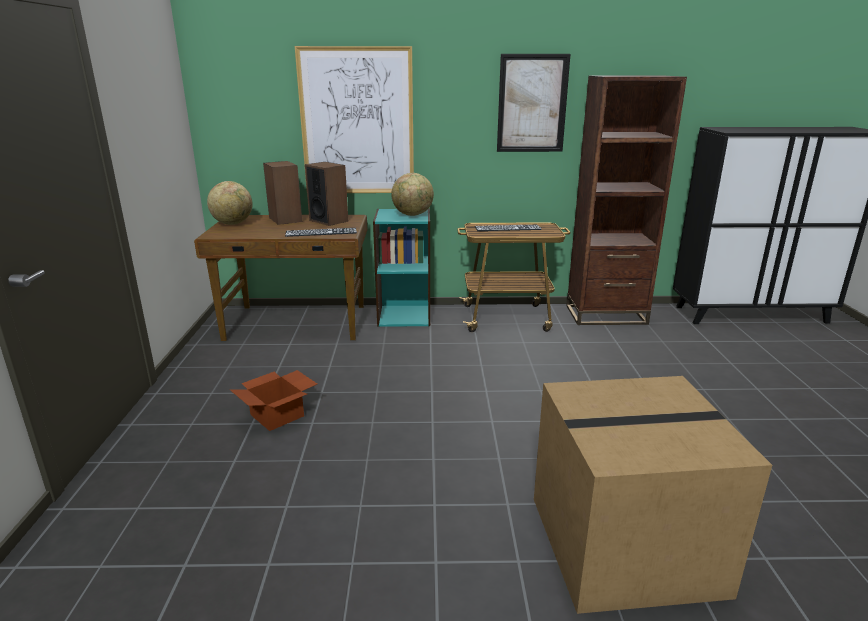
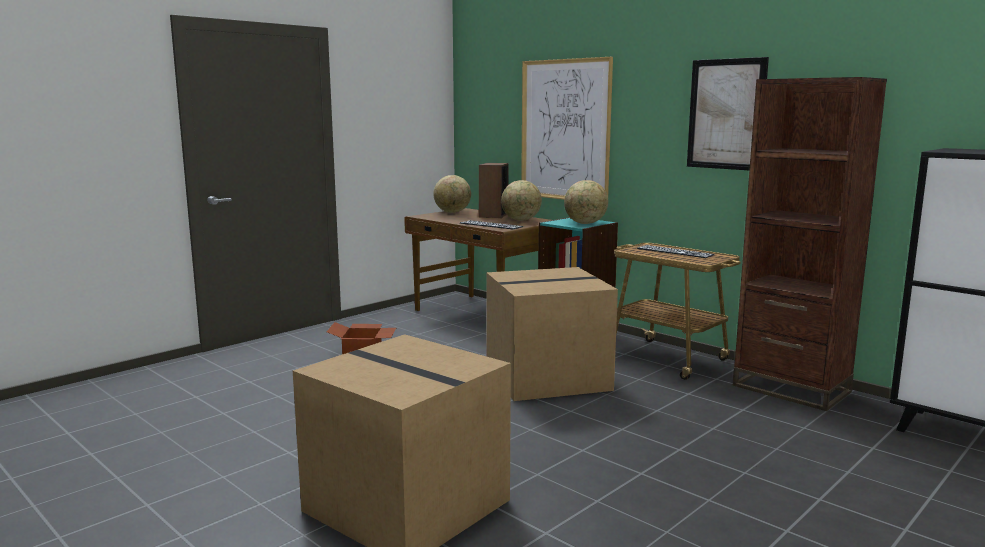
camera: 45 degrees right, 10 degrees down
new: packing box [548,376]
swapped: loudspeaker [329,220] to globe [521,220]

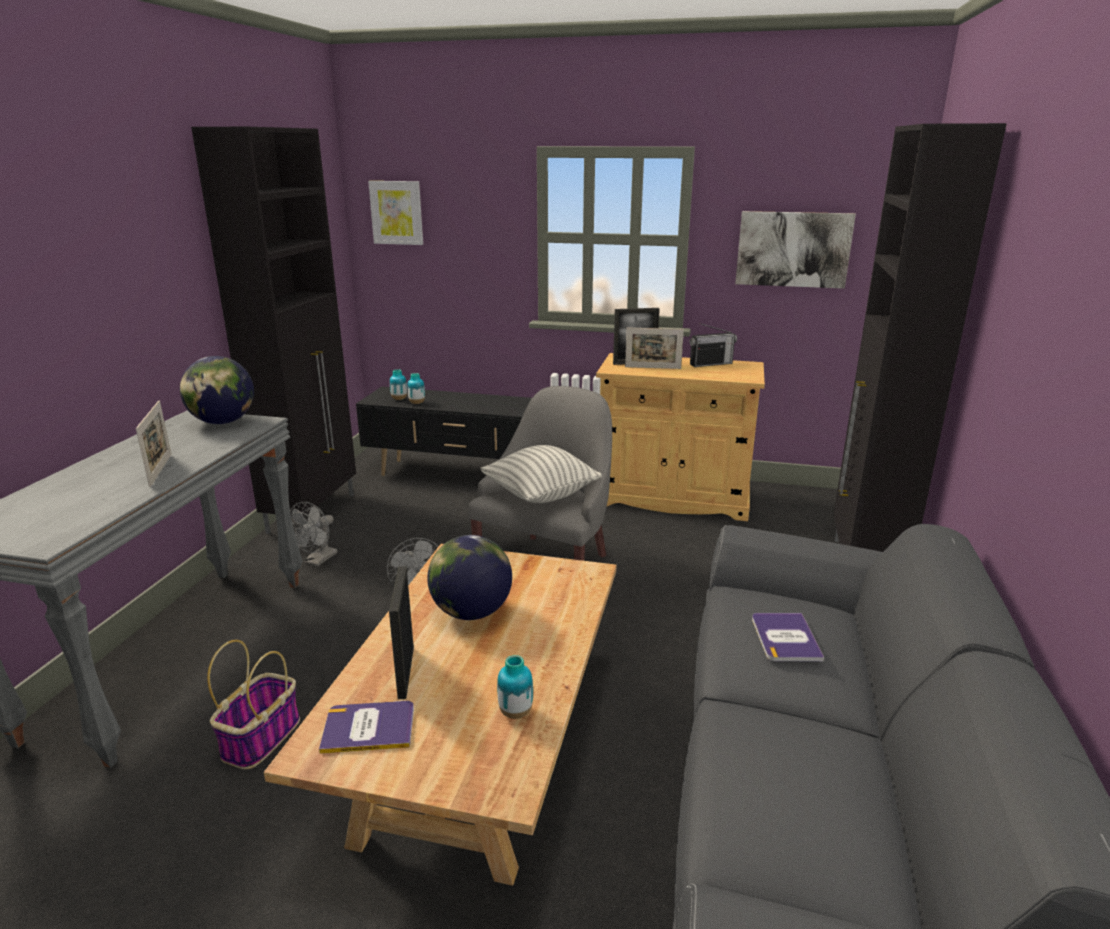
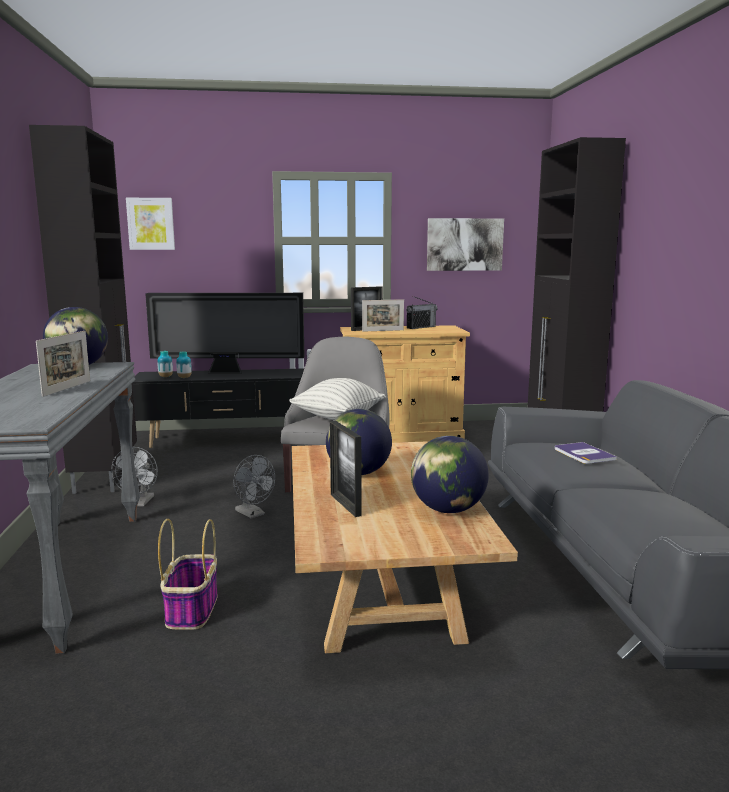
camera: 20 degrees left, 10 degrees down
gone: bound book [369,728]
new: TV set [228,372]
swapped: vase [515,712] to globe [447,510]
rotated: photo frame [160,470] = [67,388] 45 degrees clockwise

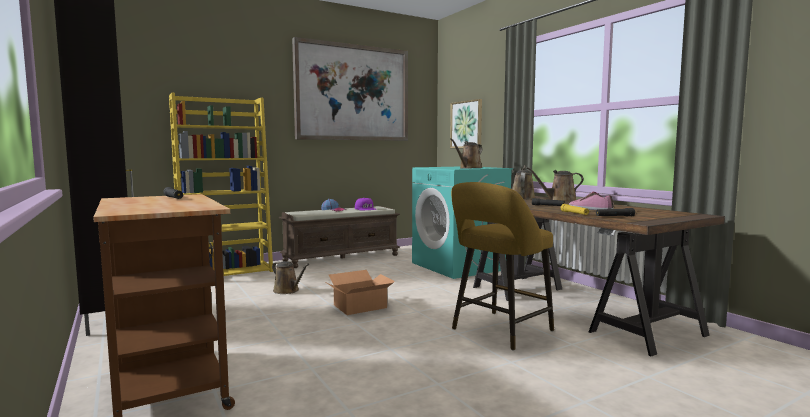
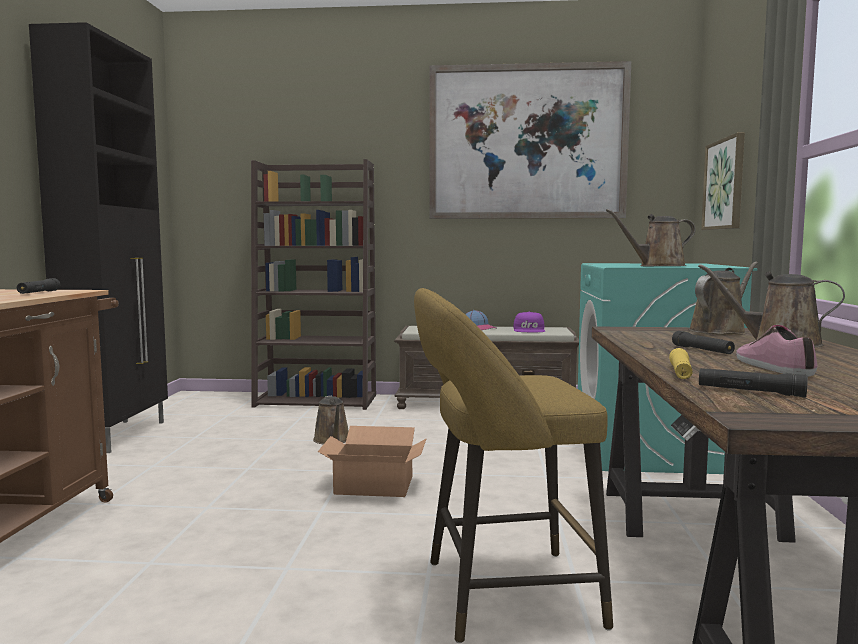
camera: 35 degrees right, 0 degrees up
repainted: yellow-coloured shelving unit [227,272] to brown shelving unit [317,401]

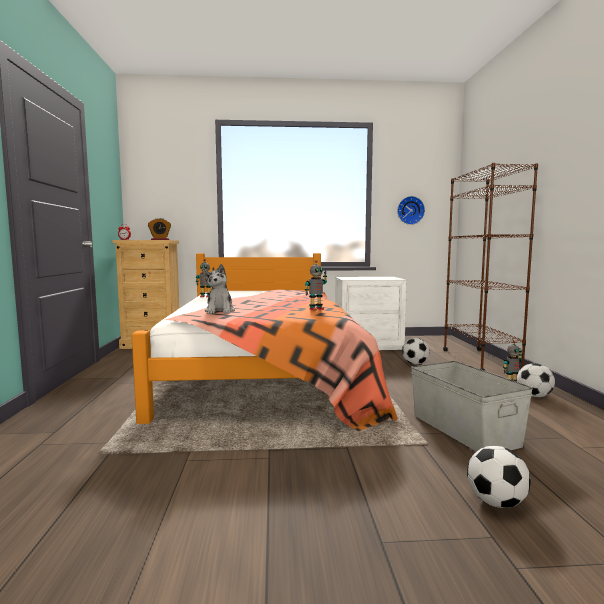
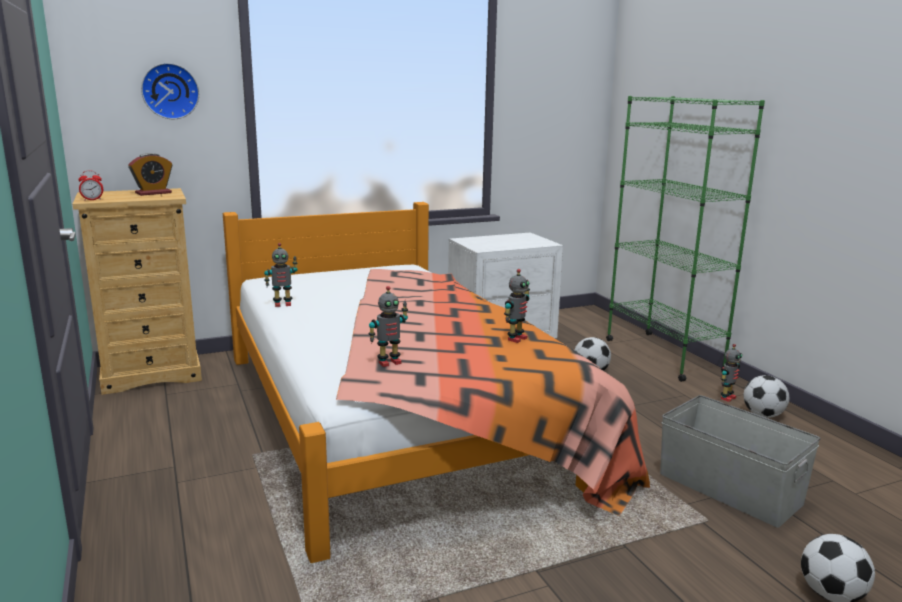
camera: 20 degrees left, 10 degrees up
shifted: clock on the wall [410,210] to [170,91]
swapped: plush toy [220,311] to toy robot [389,362]
repainted: brown shelving unit [480,360] to greenish shelving unit [663,355]

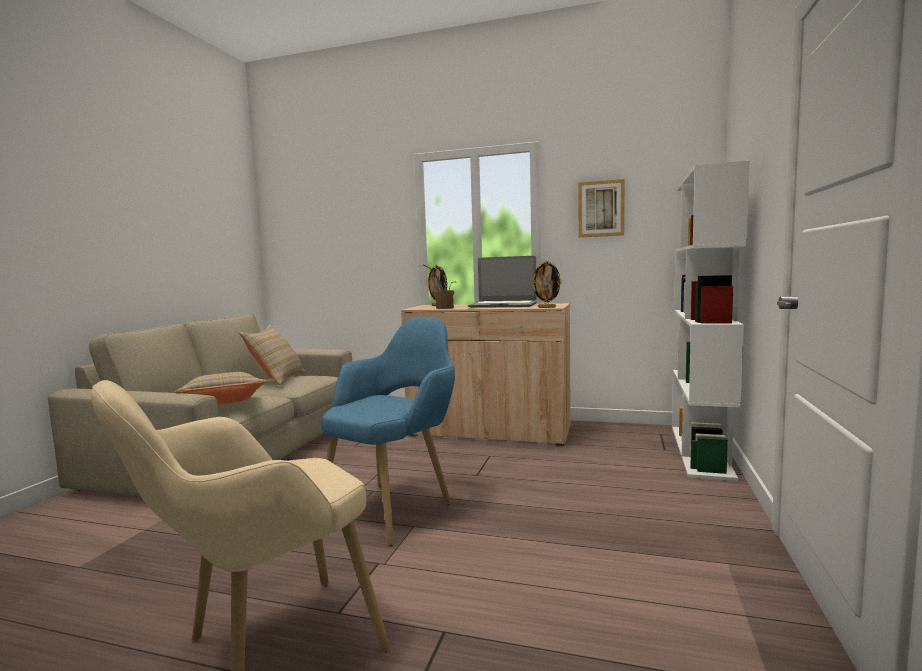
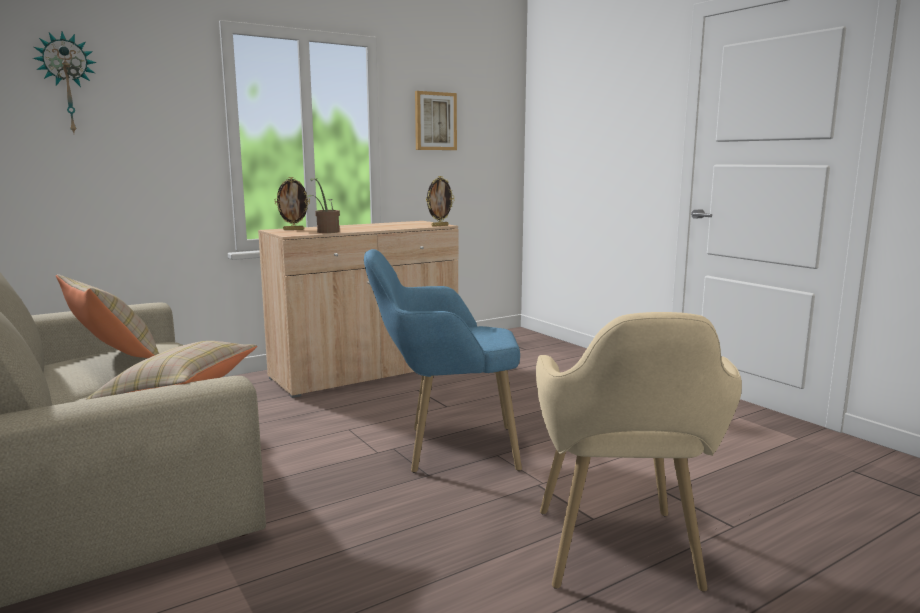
camera: 50 degrees left, 5 degrees up
gone: laptop [503,306]; whitish shelving unit [701,451]
new: clock on the wall [67,84]
rotated: blue easy chair [396,505] = [445,449] 75 degrees counterclockwise

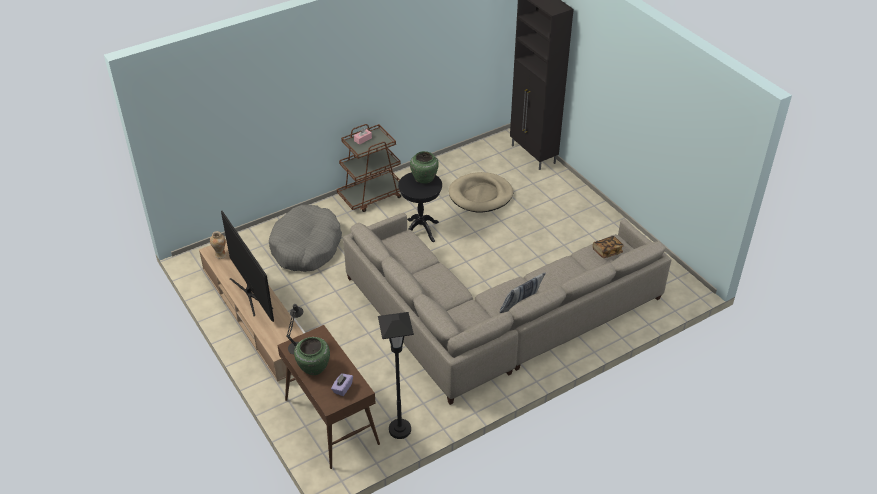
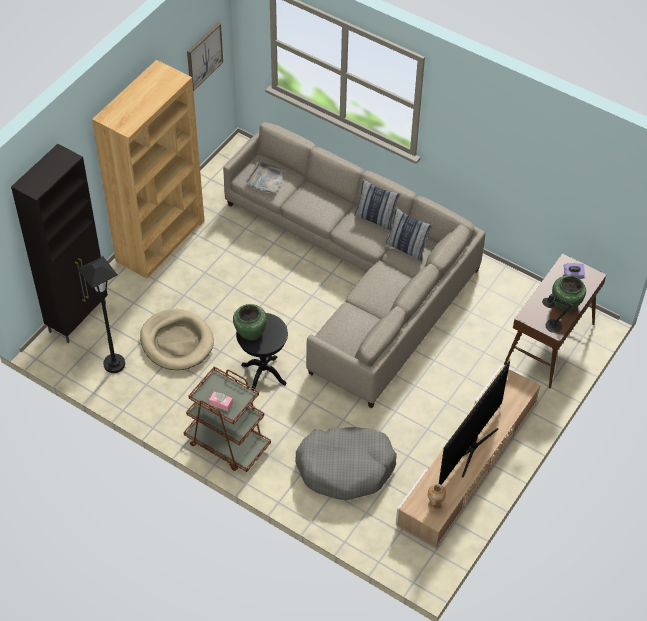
camera: 115 degrees left, 10 degrees up
new: brown shelving unit [160,240]; wall picture [204,56]; throw pillow [406,248]
shifted: blackish floor lamp [400,429] to [114,364]
swapped: bound book [607,251] to grey tray [265,179]

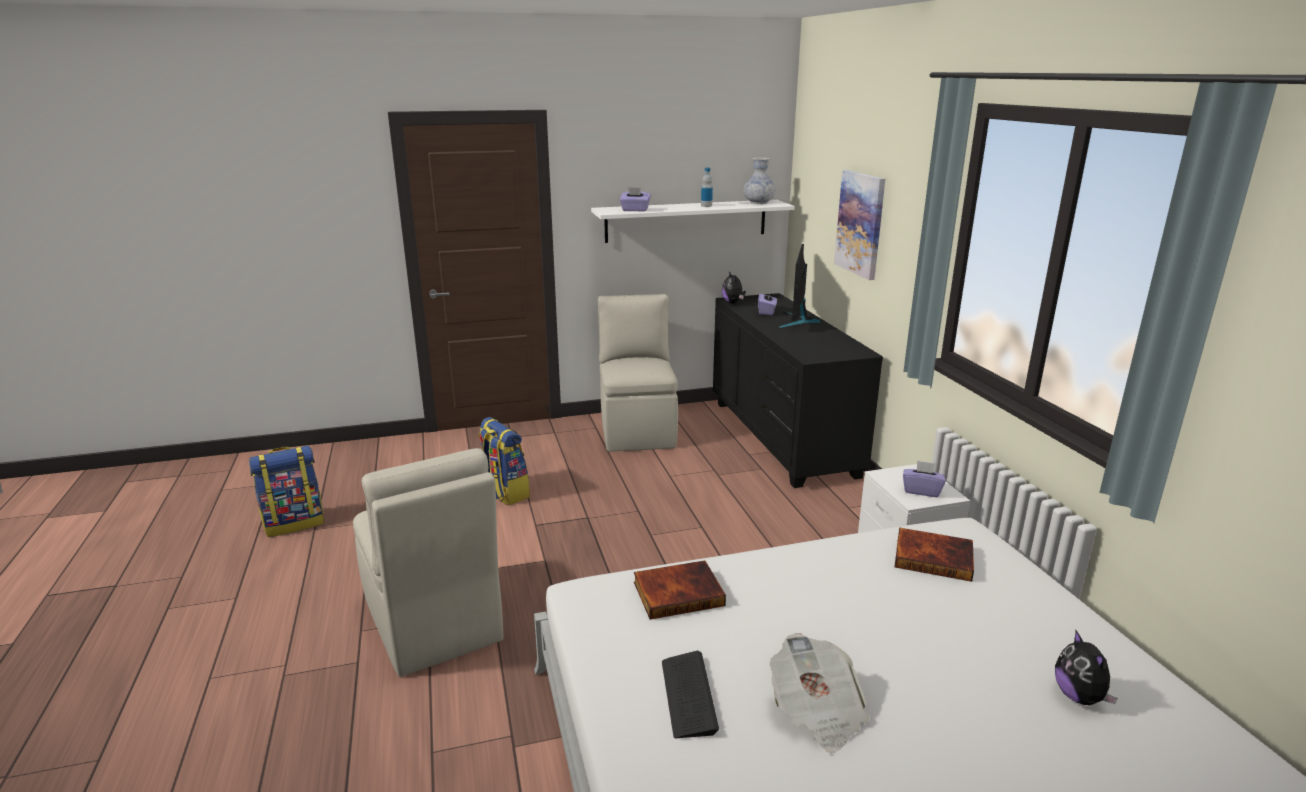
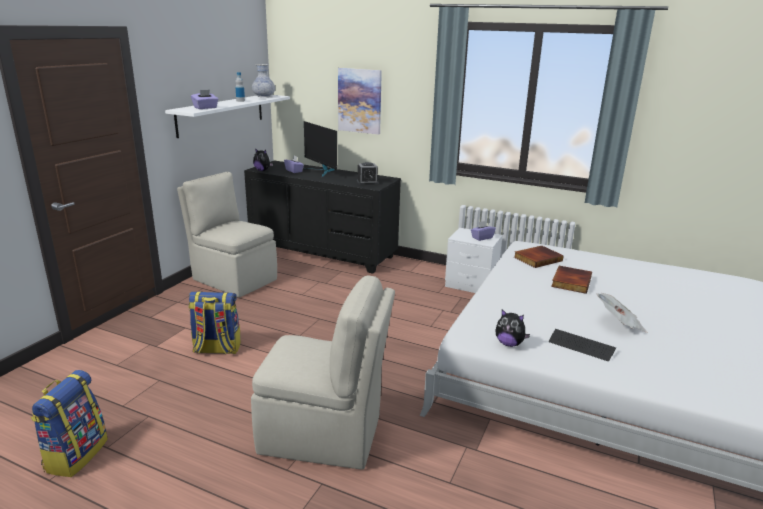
camera: 50 degrees left, 0 degrees up
new: alarm clock [367,182]
shifted: bound book [678,592] to [570,281]; plush toy [1079,697] to [509,344]

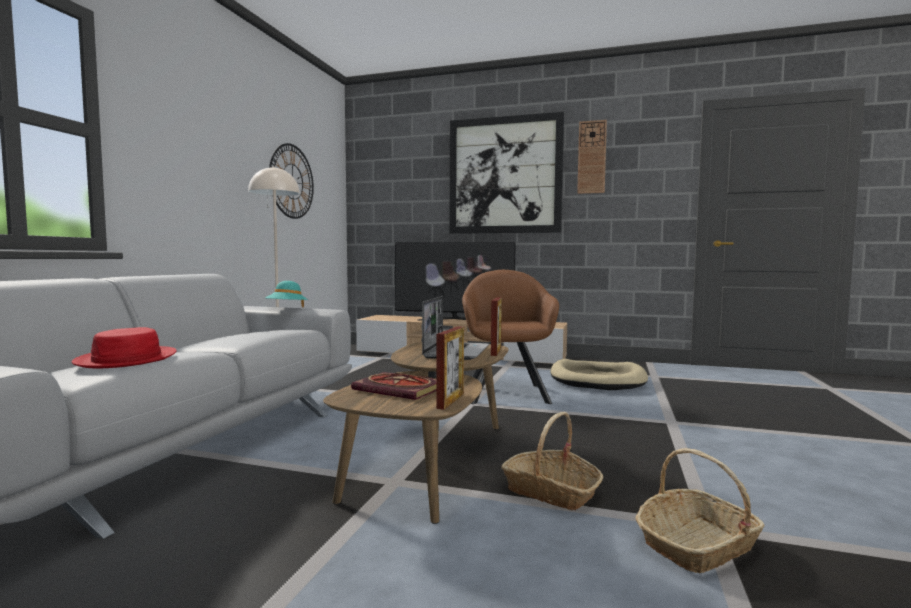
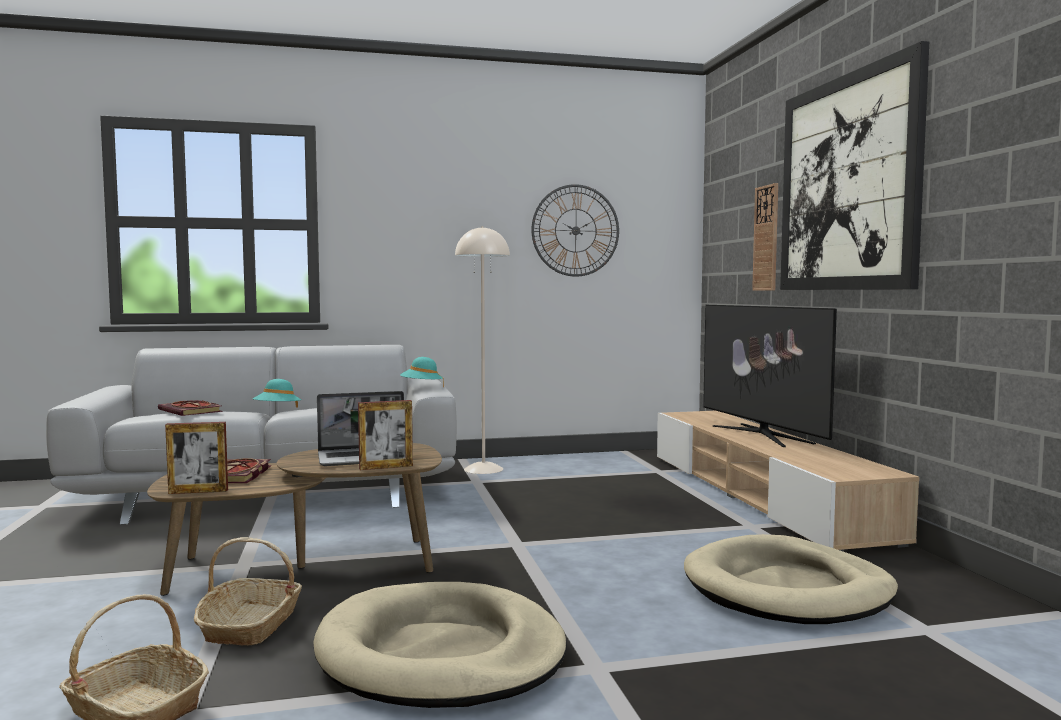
camera: 60 degrees right, 0 degrees up
gone: brown easy chair [506,392]
new: turquoise hat [277,410]; beige dog bed [440,653]
shifted: clock on the wall [591,157] to [766,238]
swapped: red-coloured hat [127,359] to bound book [192,411]

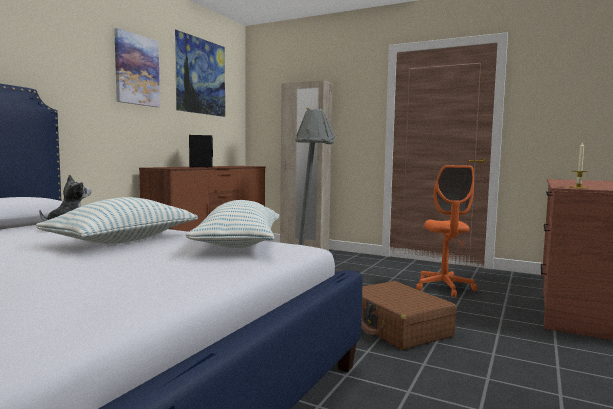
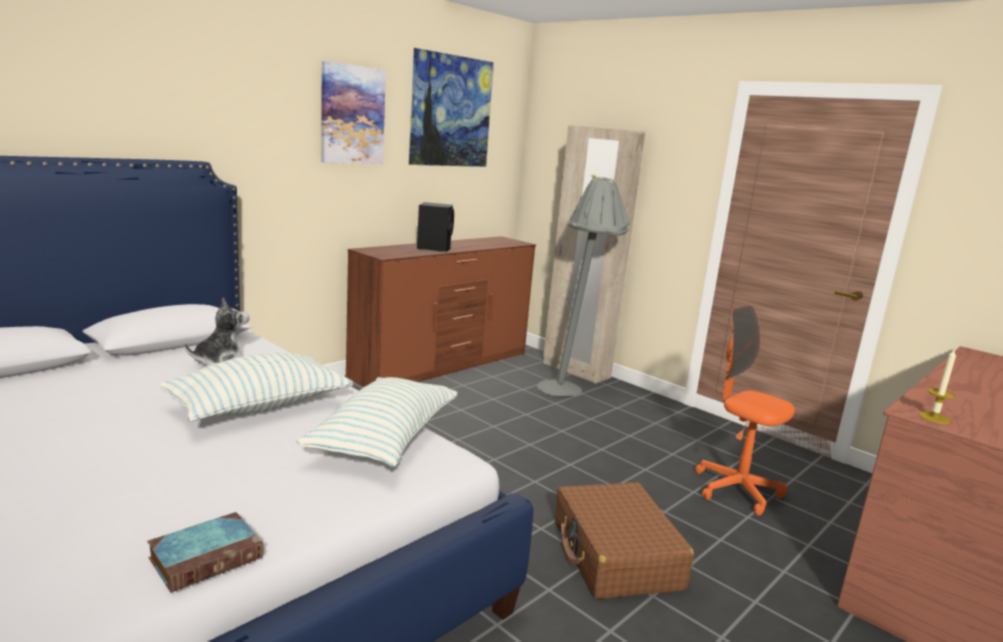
camera: 15 degrees right, 10 degrees up
new: bound book [208,556]
rotated: orangey desk chair [444,288] = [736,490] 120 degrees clockwise

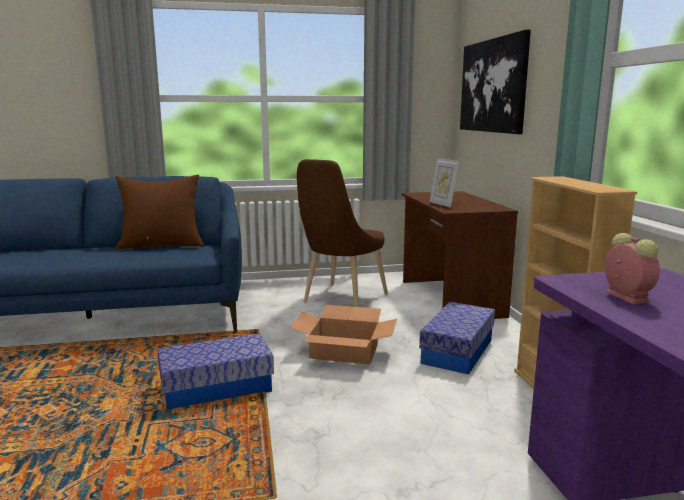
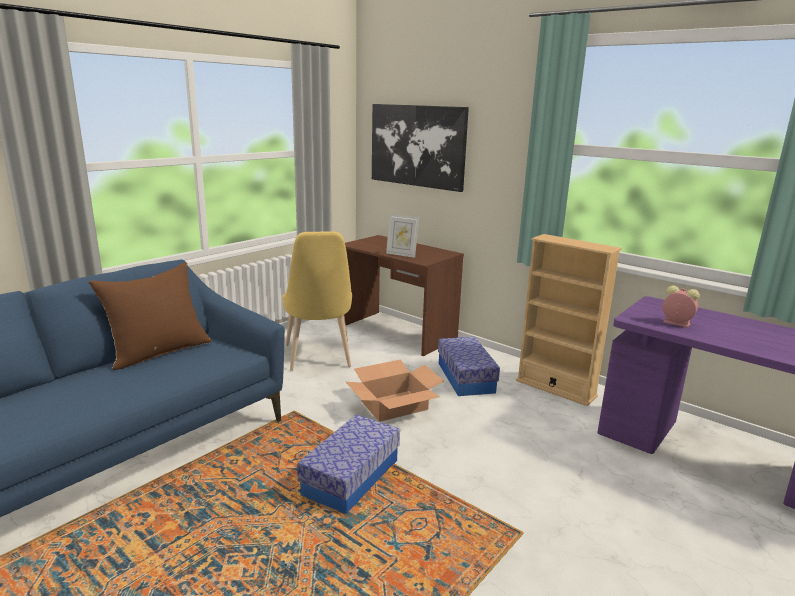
camera: 40 degrees left, 5 degrees up
repainted: brown chair [341,300] to yellow-coloured chair [319,358]

